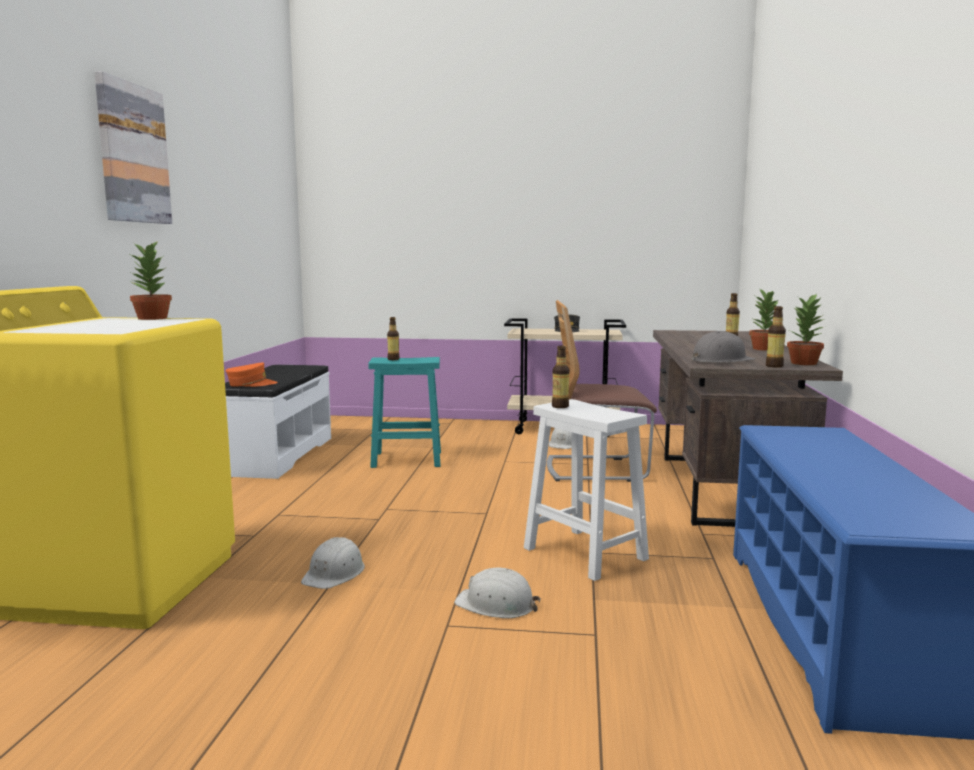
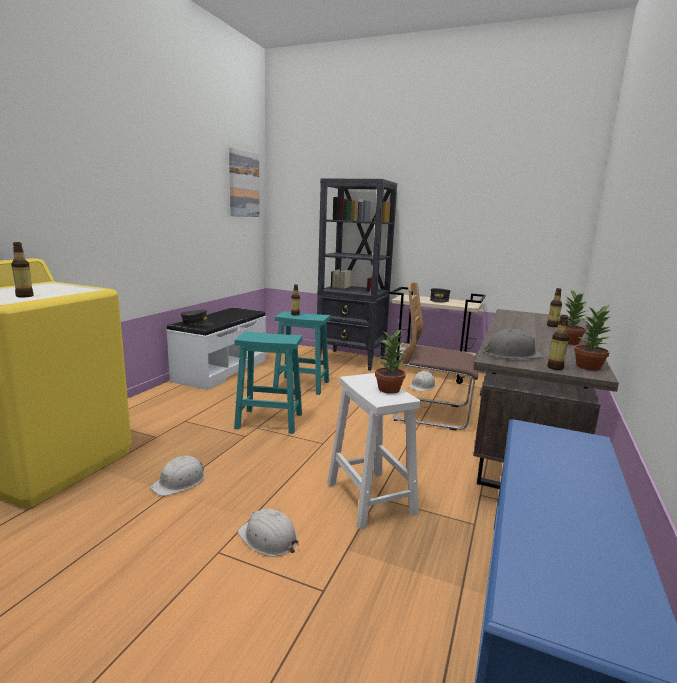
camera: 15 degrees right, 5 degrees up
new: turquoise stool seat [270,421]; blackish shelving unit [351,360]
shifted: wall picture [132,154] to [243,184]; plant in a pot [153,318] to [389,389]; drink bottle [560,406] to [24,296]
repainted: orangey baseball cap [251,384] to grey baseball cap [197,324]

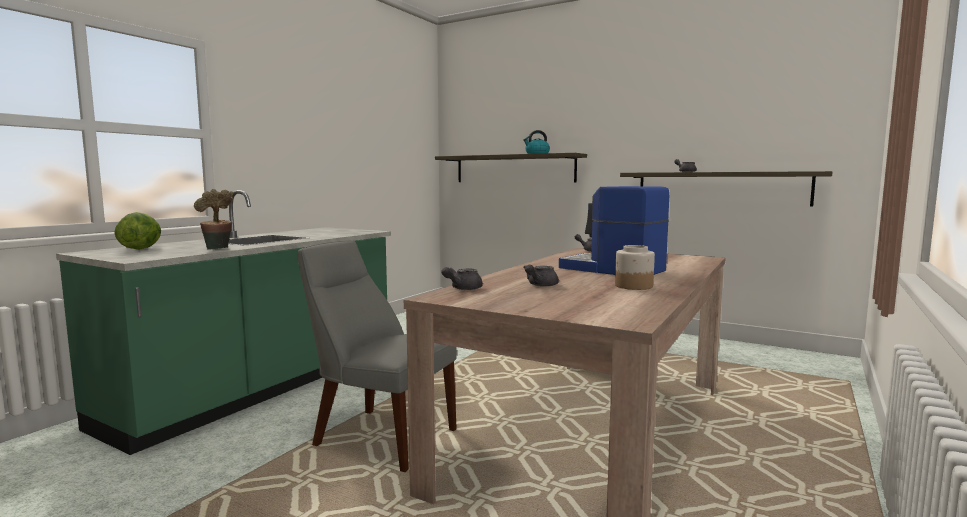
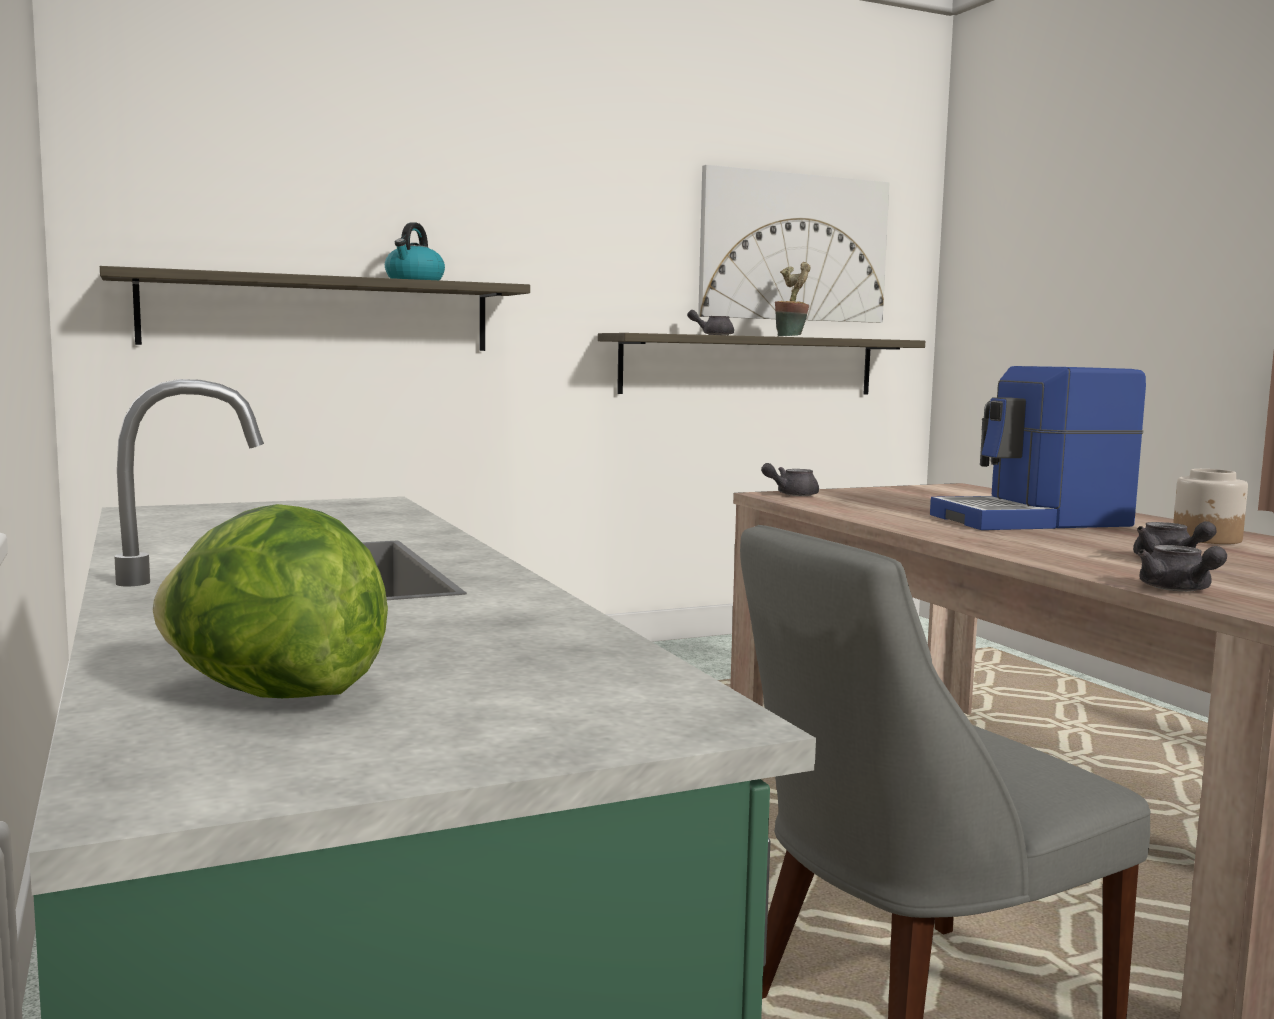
camera: 55 degrees left, 0 degrees up
new: wall picture [794,248]
shifted: plant in a pot [218,249] to [792,336]

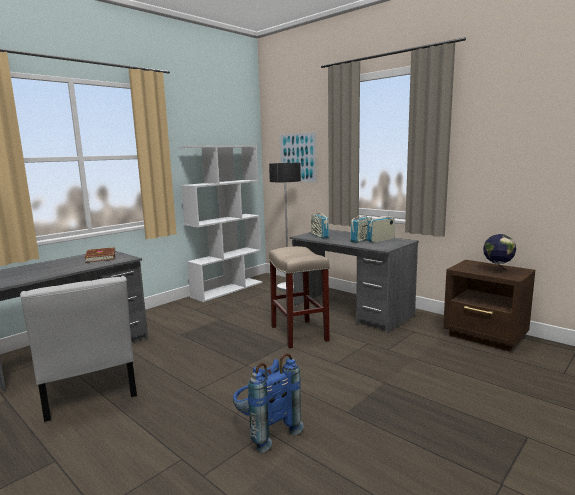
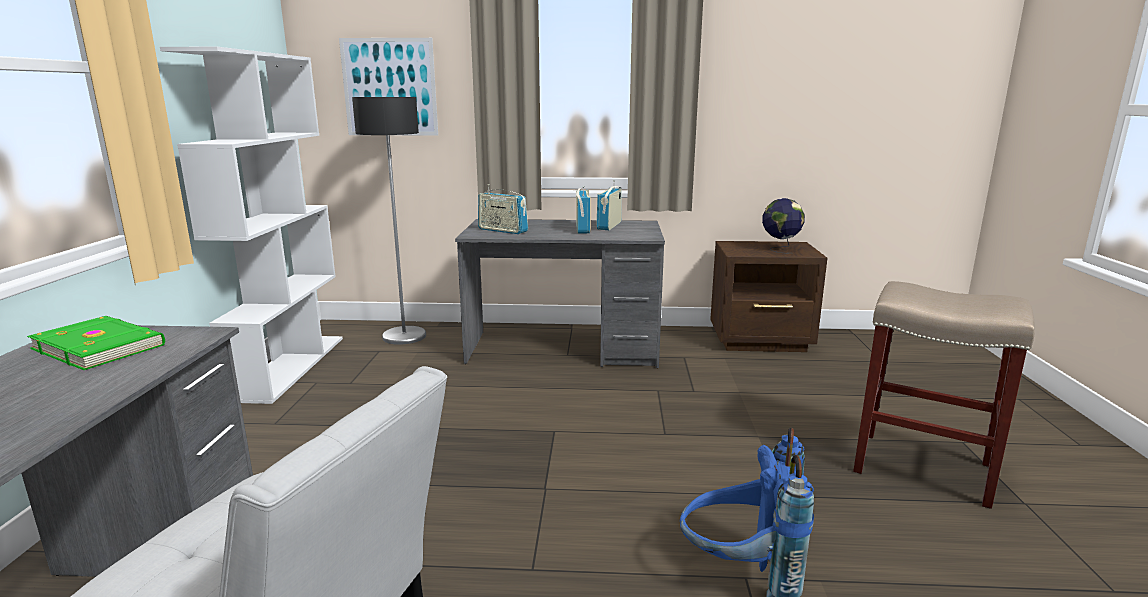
camera: 40 degrees left, 5 degrees up
shifted: beige stool seat [298,333] to [920,467]
repainted: brown bound book [101,257] to greenish bound book [100,346]

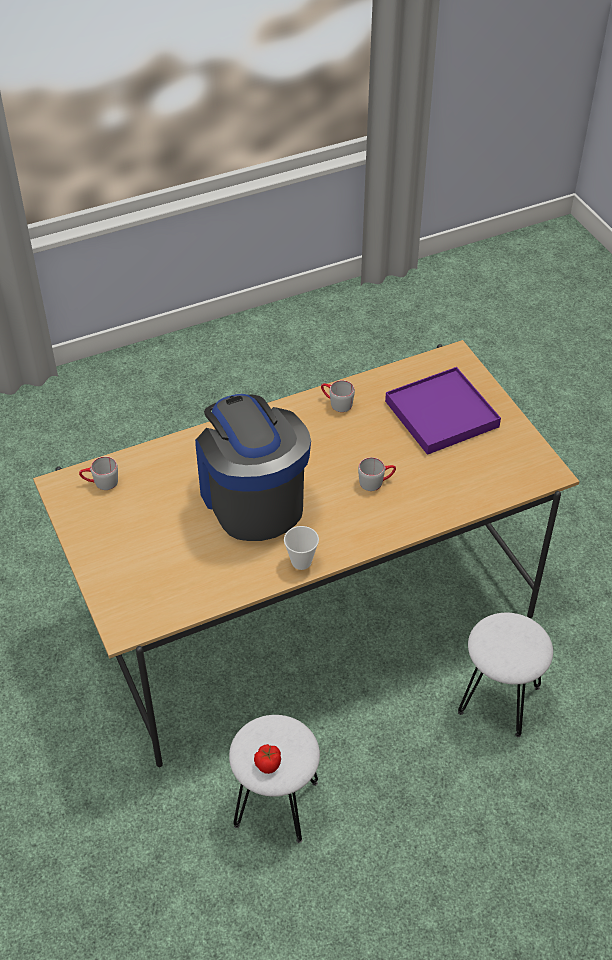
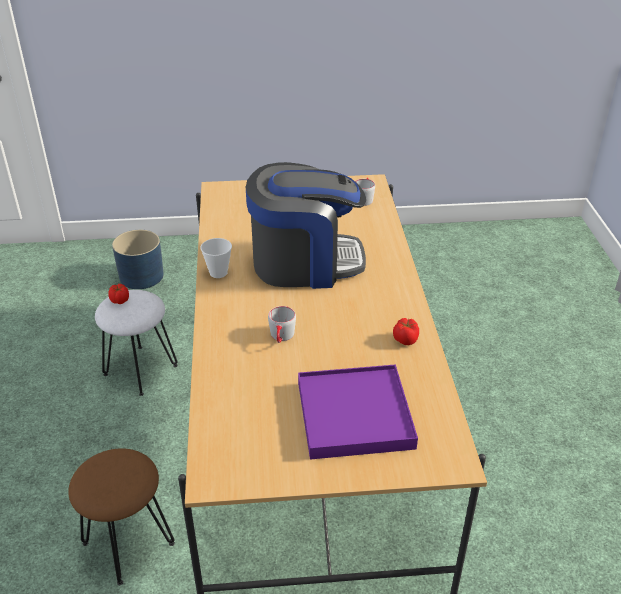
camera: 110 degrees right, 10 degrees down
new: blue plant pot [141,276]
swapped: grey mug [336,403] to fresh tomato [406,339]
repainted: whitish stool seat [498,700] to brown stool seat [128,542]

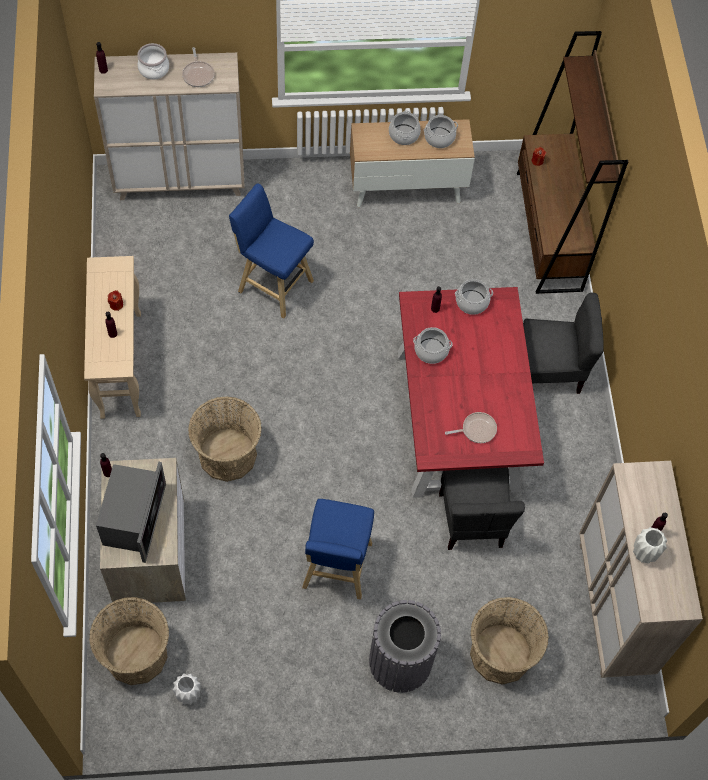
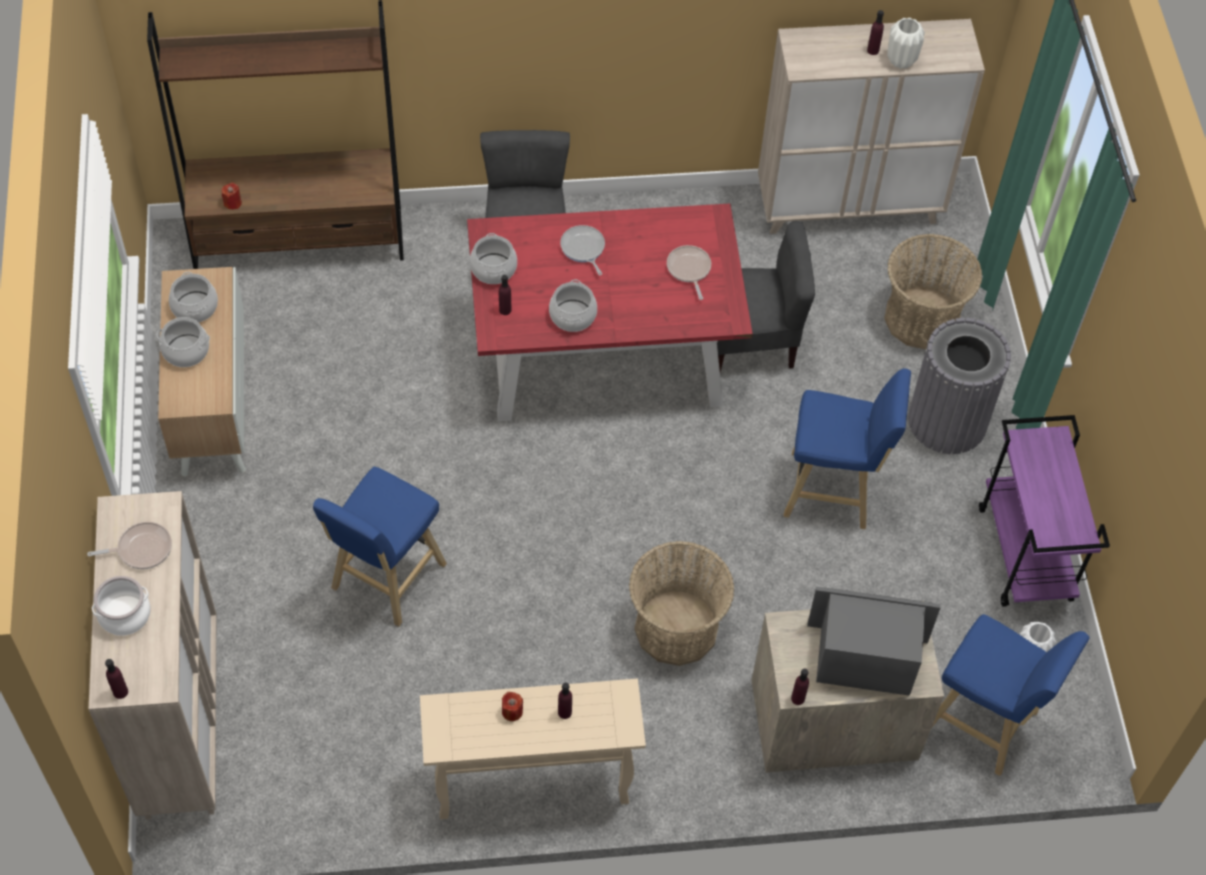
camera: 90 degrees left, 5 degrees down
new: frying pan [583,249]; purplish wheeled cart [1026,554]
swapped: storage basket [136,654] to blue stool seat [985,724]

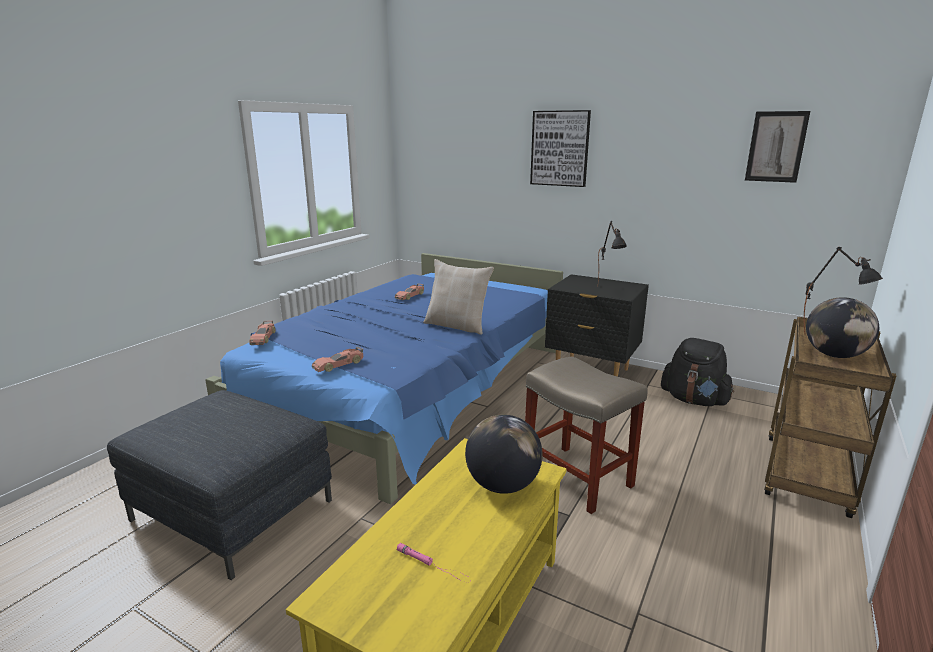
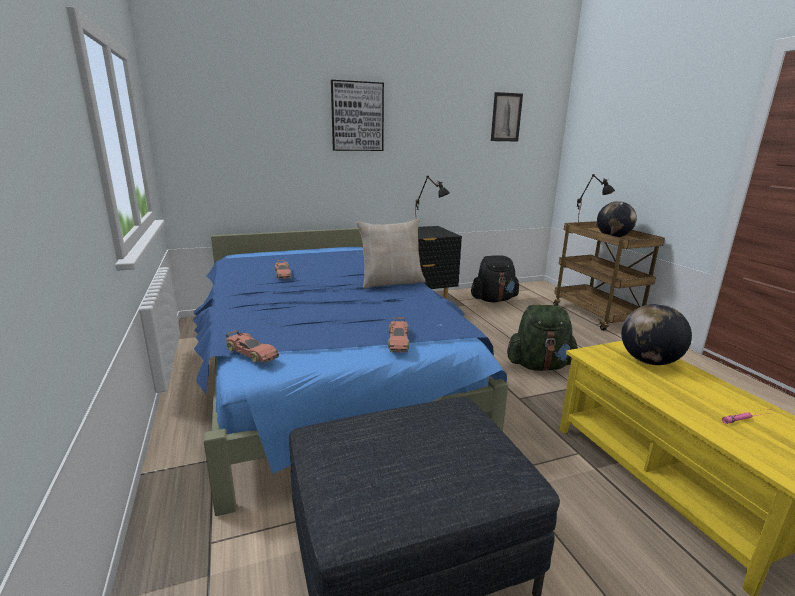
camera: 50 degrees left, 0 degrees up
swapped: beige stool seat [578,478] to greenish knapsack [539,366]

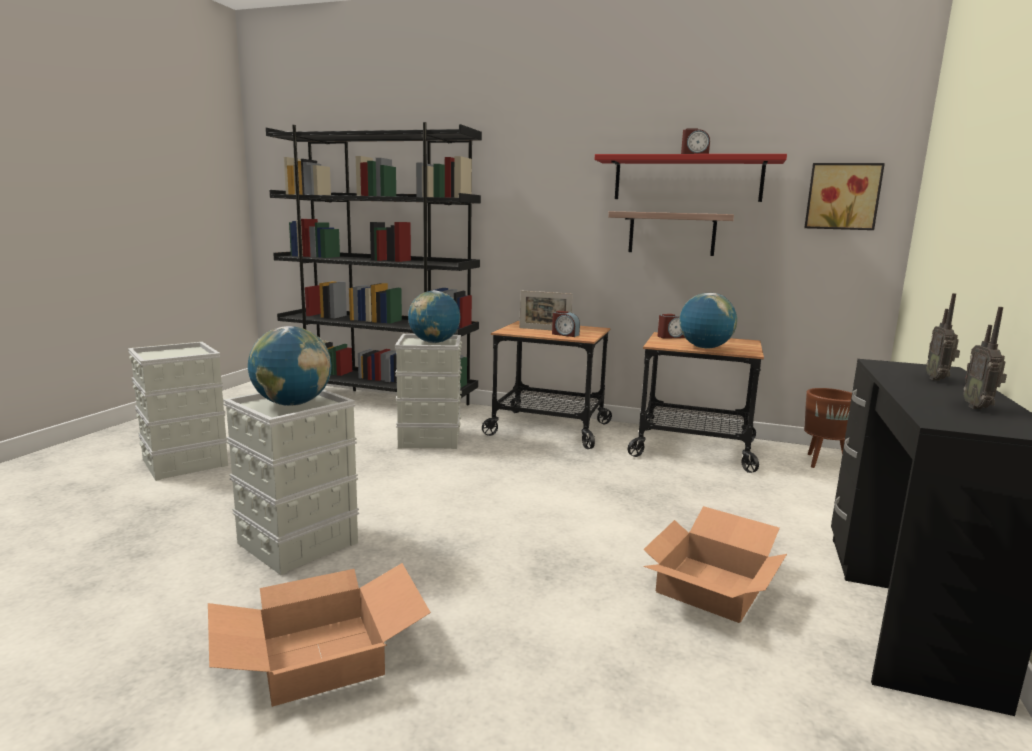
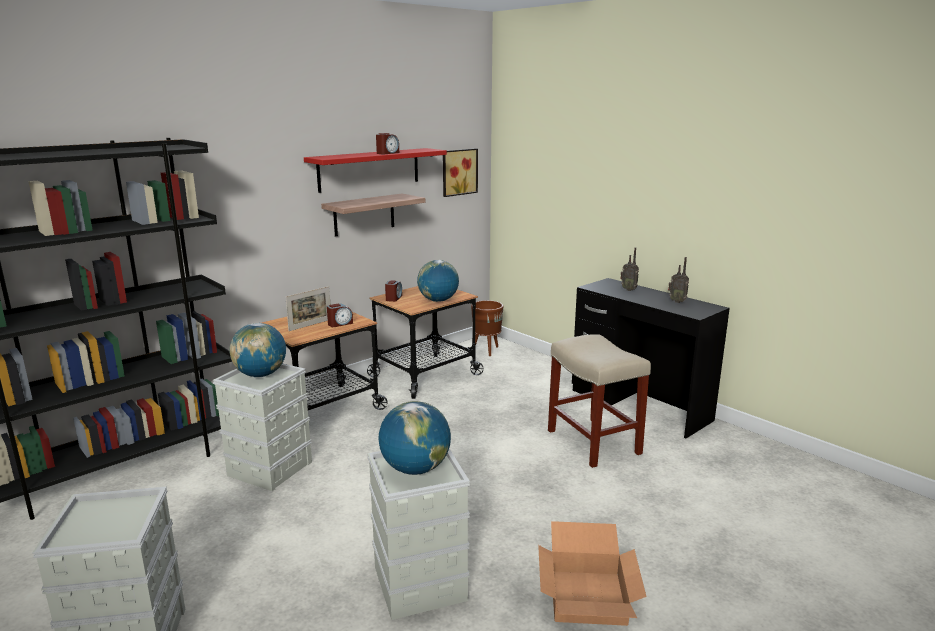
camera: 60 degrees left, 5 degrees up
swapped: packing box [709,586] to beige stool seat [592,441]

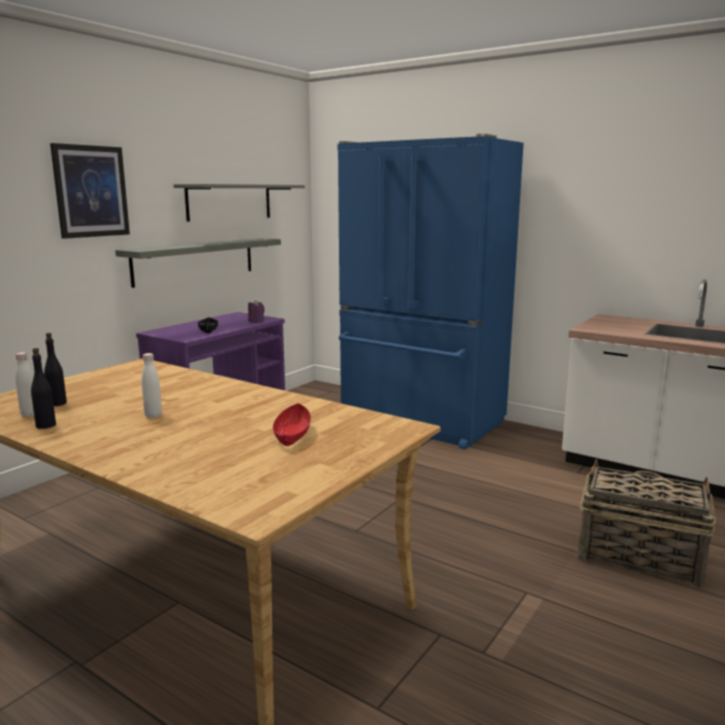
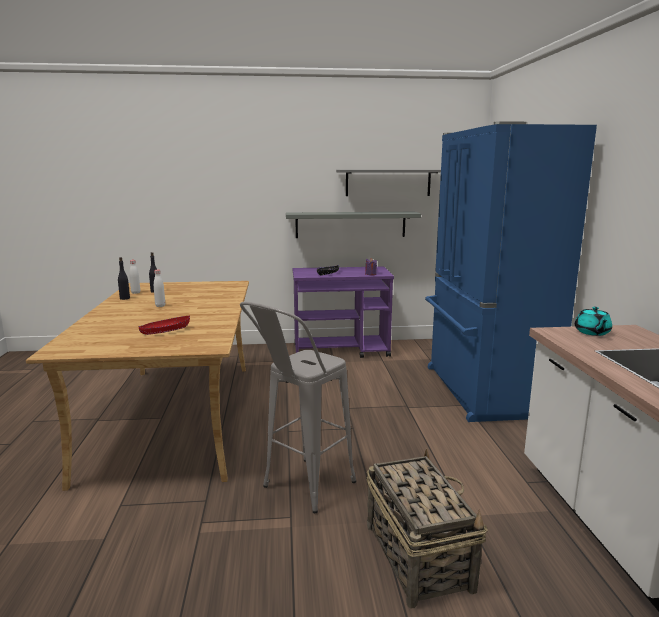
camera: 50 degrees right, 0 degrees up
gone: wall picture [91,191]
new: grey stool seat [300,491]; turquoise teapot [592,332]

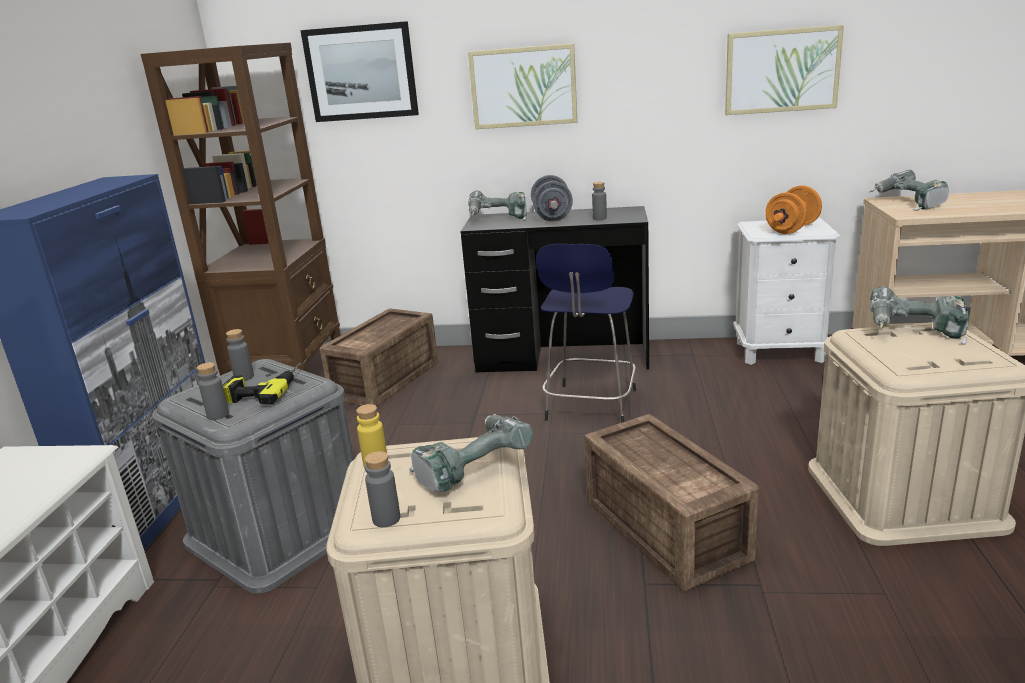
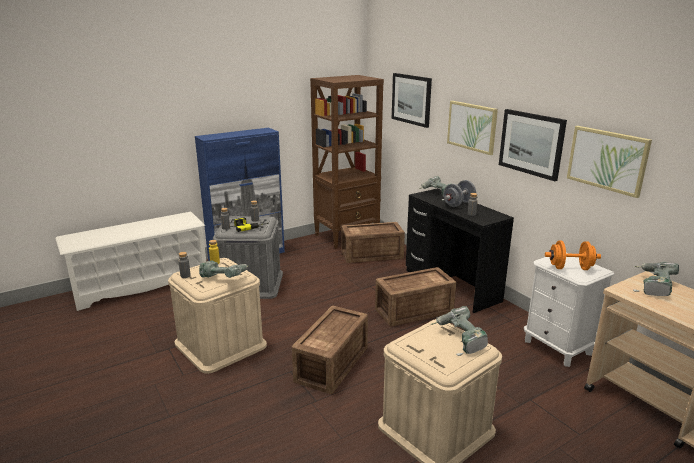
camera: 50 degrees right, 0 degrees up
new: wall picture [531,143]
swapped: blue stool seat [590,406] to crate [412,311]

